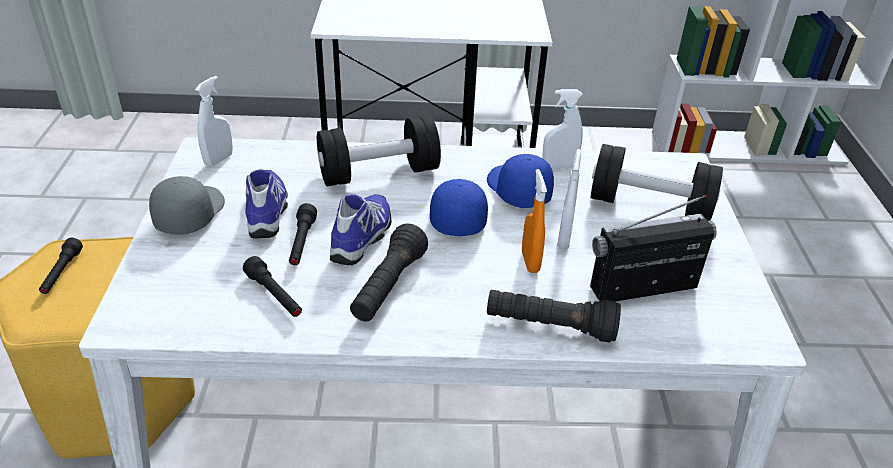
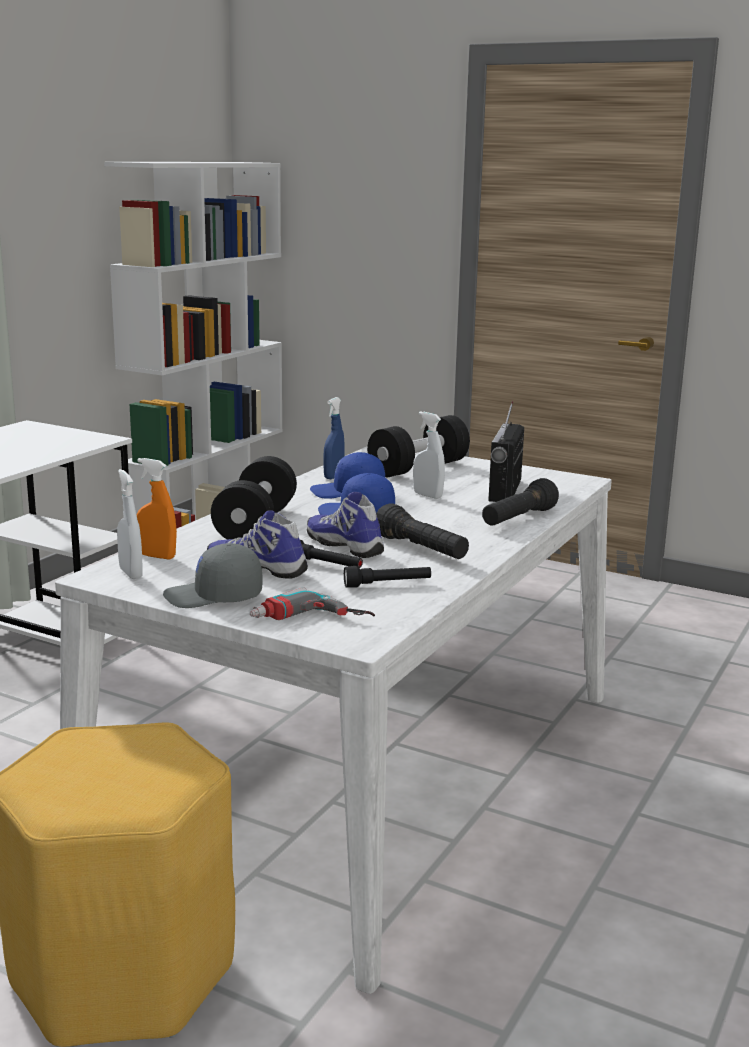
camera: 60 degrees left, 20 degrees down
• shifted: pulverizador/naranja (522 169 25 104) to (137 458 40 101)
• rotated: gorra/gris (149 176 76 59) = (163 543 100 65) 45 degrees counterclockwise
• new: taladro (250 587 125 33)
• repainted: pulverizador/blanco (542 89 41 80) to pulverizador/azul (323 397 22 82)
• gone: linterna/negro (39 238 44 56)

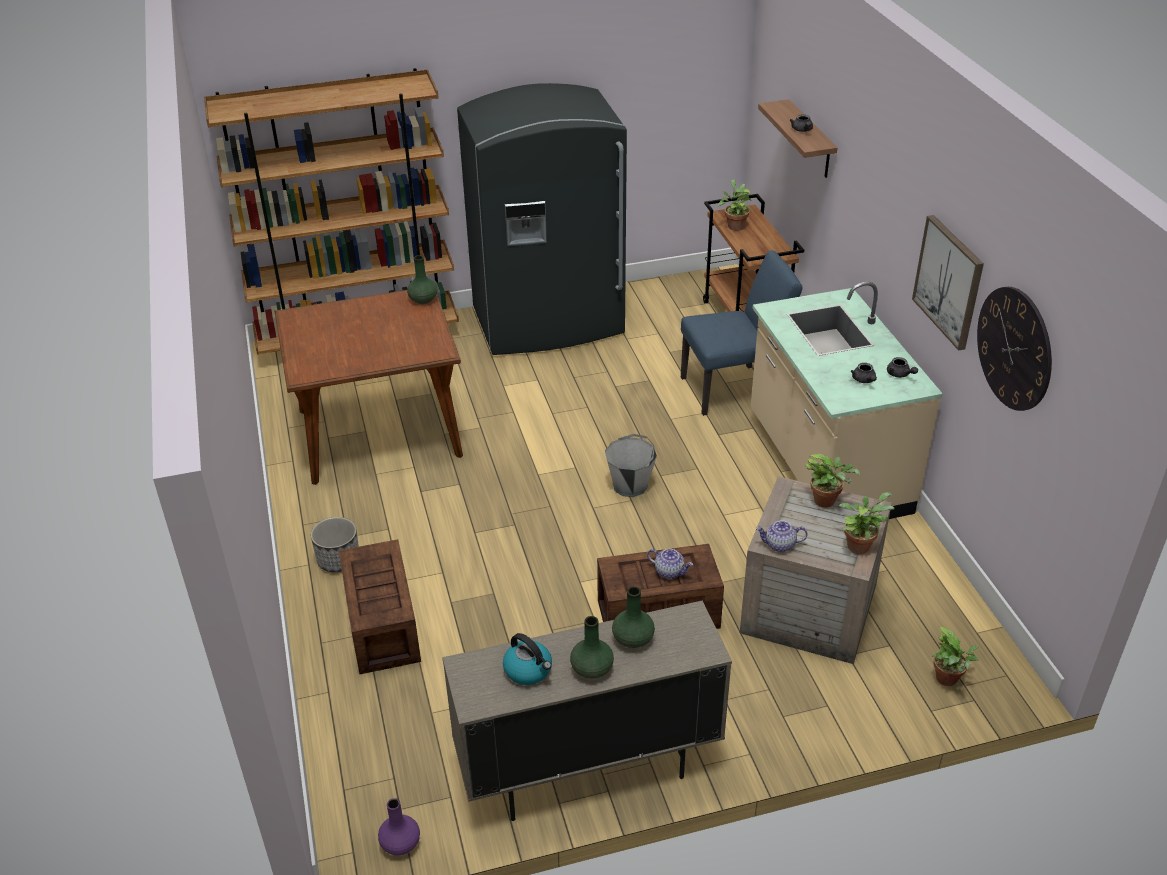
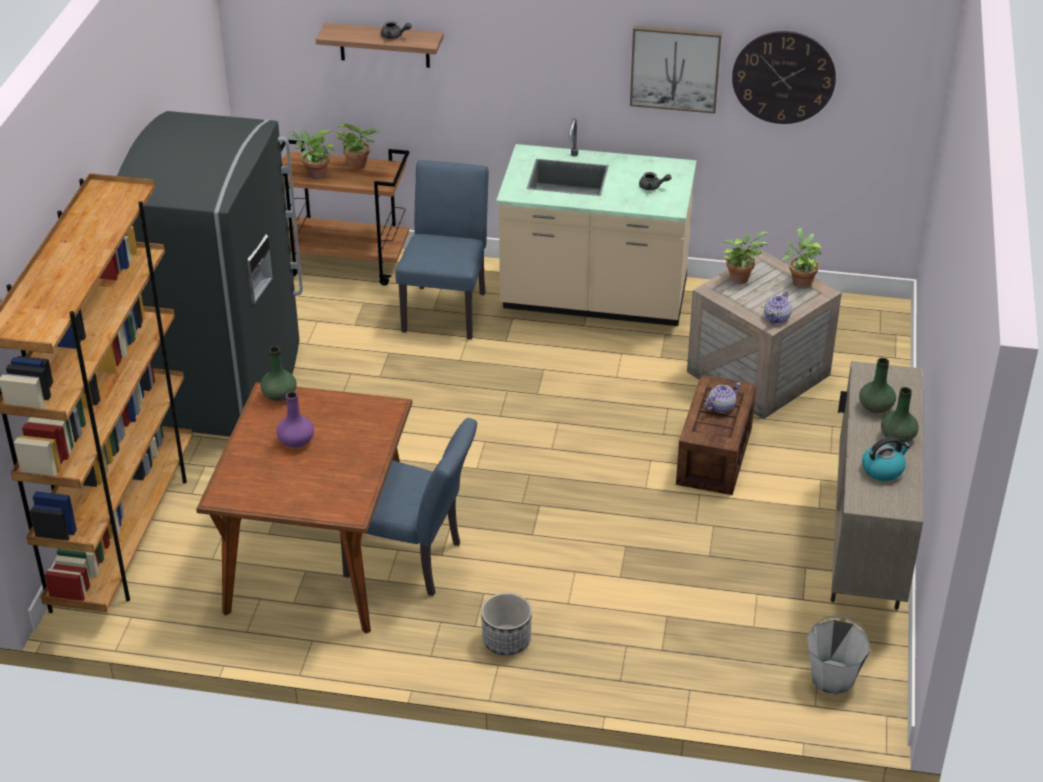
camera: 65 degrees left, 0 degrees up
• shifted: florero/morado (378 798 42 57) to (277 392 37 56)
• shifted: planta en maceta (932 626 47 60) to (336 123 44 47)
• new: silla/azul (340 418 137 178)
• shifted: cubo/gris (605 434 52 63) to (807 616 63 79)
• gone: caja de embalaje (339 539 82 135)
• gone: tetera/gris (887 357 31 21)

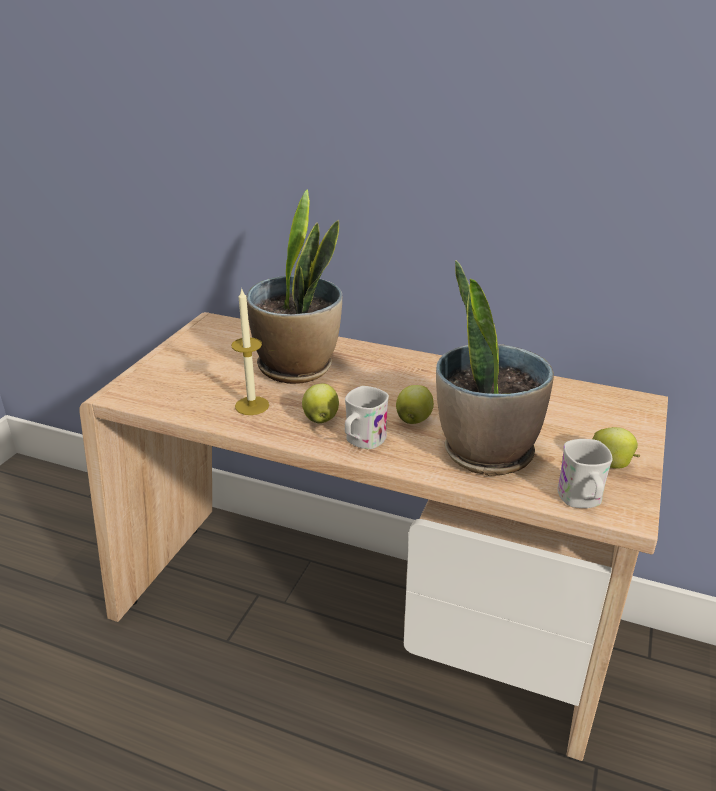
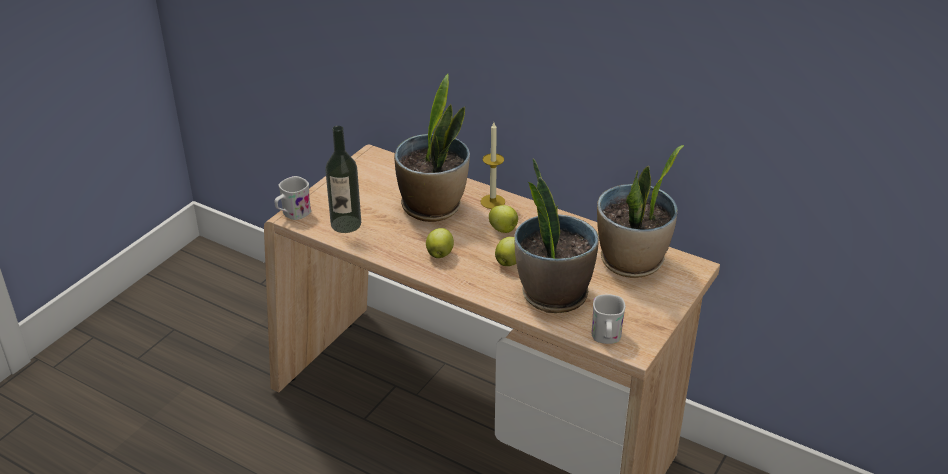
camera: 10 degrees right, 5 degrees up
• shifted: taza grande/blanco (345 386 44 63) to (274 176 37 44)
• new: botella (325 126 36 107)
• shifted: vela (231 287 38 128) to (481 122 24 87)
• shifted: manzana (593 427 47 42) to (489 205 29 28)
• new: planta en maceta (597 145 87 133)

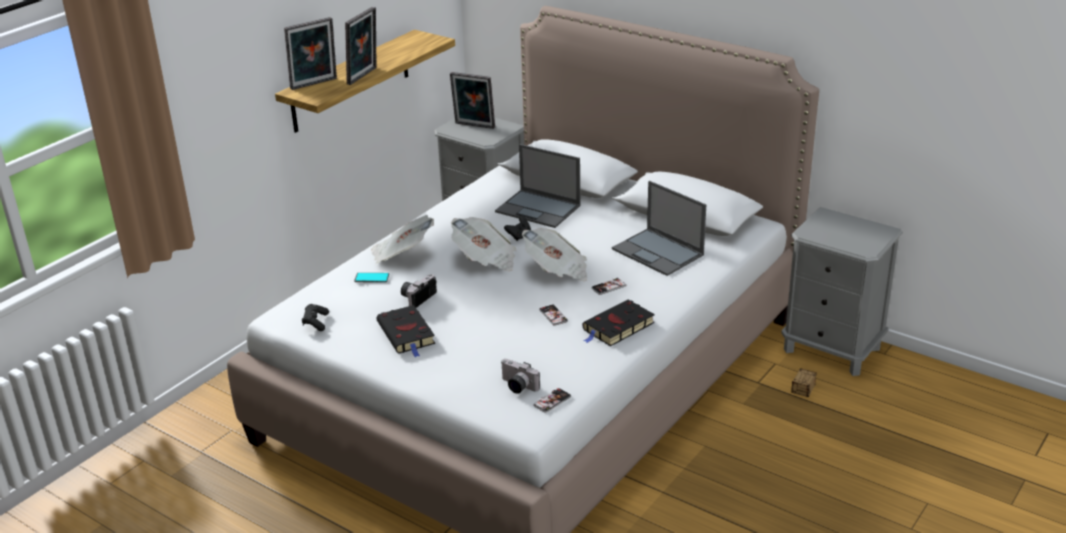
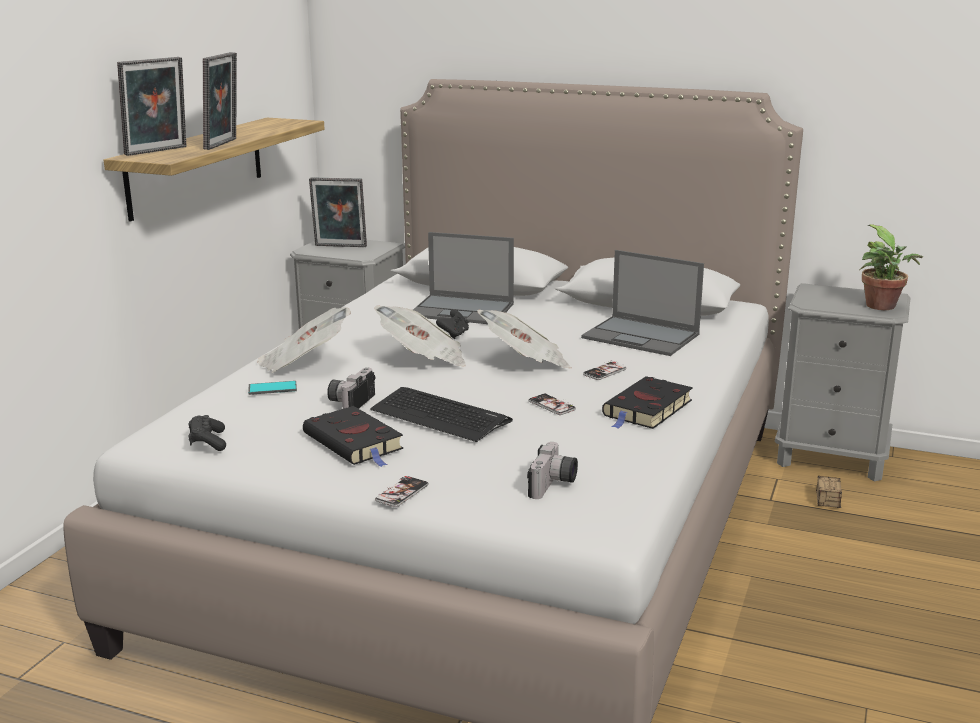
camera: 15 degrees left, 10 degrees down
• new: teclado (370 387 143 55)
• shifted: móvil (533 388 38 25) to (375 476 54 31)
• rotated: cámara (501 359 39 35) = (527 442 51 57) 90 degrees counterclockwise
• new: planta en maceta (859 224 64 86)

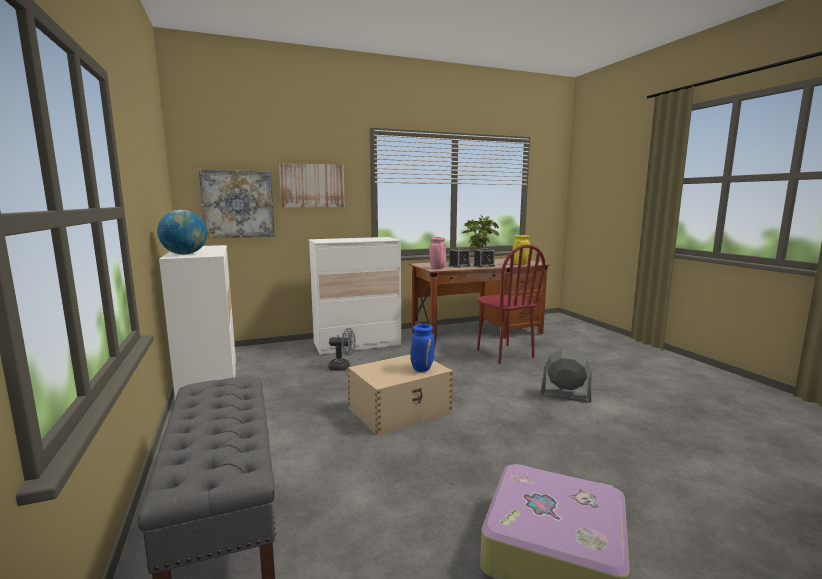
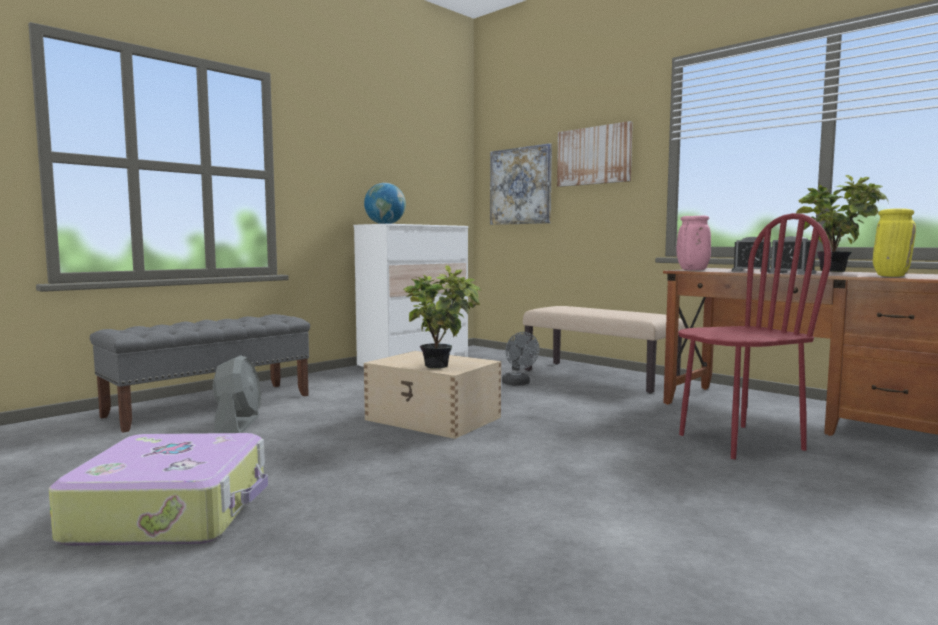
camera: 65 degrees right, 5 degrees down
• shifted: ventilador/gris (540 349 52 54) to (212 355 49 78)
• swapped: florero/azul (411 324 24 48) to planta en maceta (403 265 78 104)
• swapped: cómoda/blanco (309 237 92 119) to banco/beis (523 306 162 88)
• rotated: silla/rojo (477 244 69 120) = (678 213 154 246) 150 degrees counterclockwise

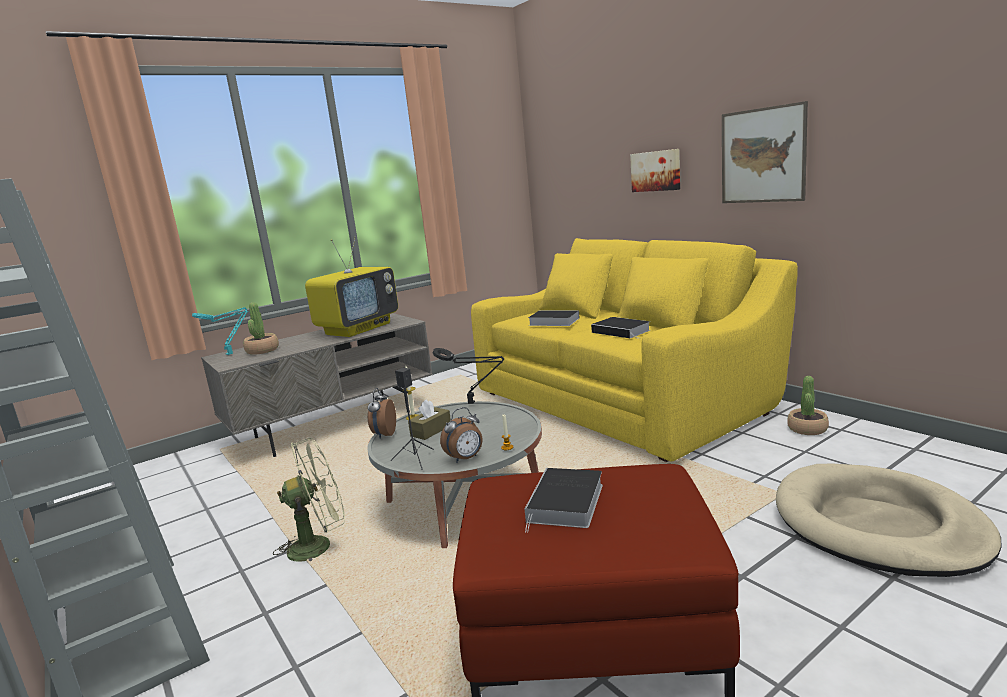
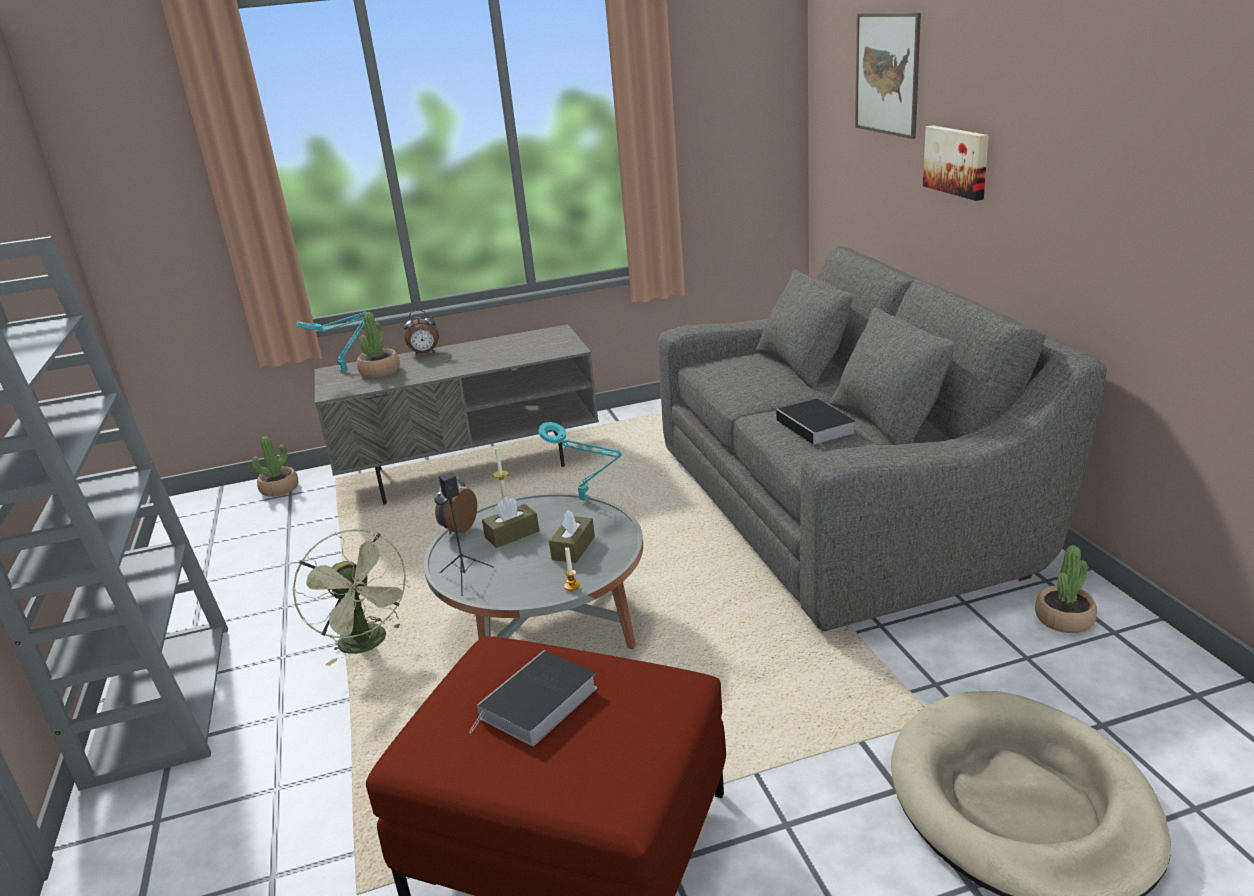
camera: 20 degrees right, 10 degrees up
• new: planta en maceta (252 436 46 61)
• rotated: ventilador/verde (273 438 72 123) = (292 529 119 137) 60 degrees clockwise
• shifted: despertador (440 407 42 56) to (403 310 36 46)
• repainted: lámpara de mesa/negro (433 348 71 56) to lámpara de mesa/turquesa (538 422 84 79)
• new: caja de pañuelos/marrón (549 510 46 53)
• repainted: sofá/amarillo (471 238 327 224) to sofá/gris (658 245 449 386)
• shifted: cuadro (722 101 86 102) to (855 13 66 126)
• gone: televisor (305 236 93 101)
• gone: libro (528 311 51 15)

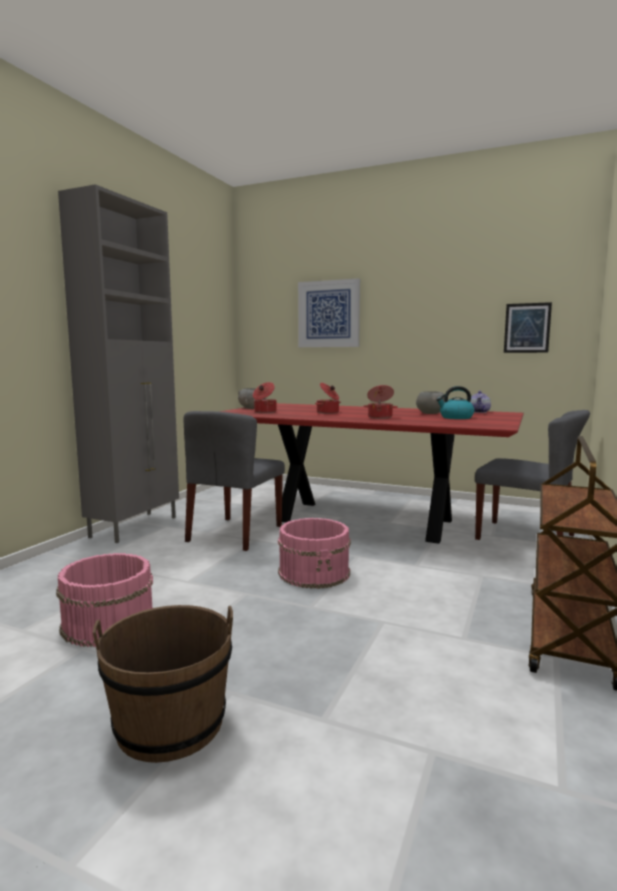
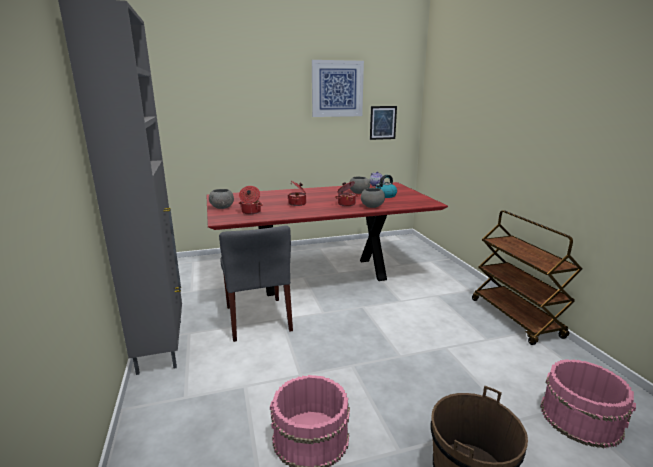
camera: 40 degrees left, 10 degrees up
• shifted: cuadro (298 278 62 69) to (312 60 52 57)
• new: cuenco/gris (361 188 24 20)
• shifted: cubo/rosa (278 518 73 71) to (540 359 96 89)
• gone: silla/gris (475 410 115 130)

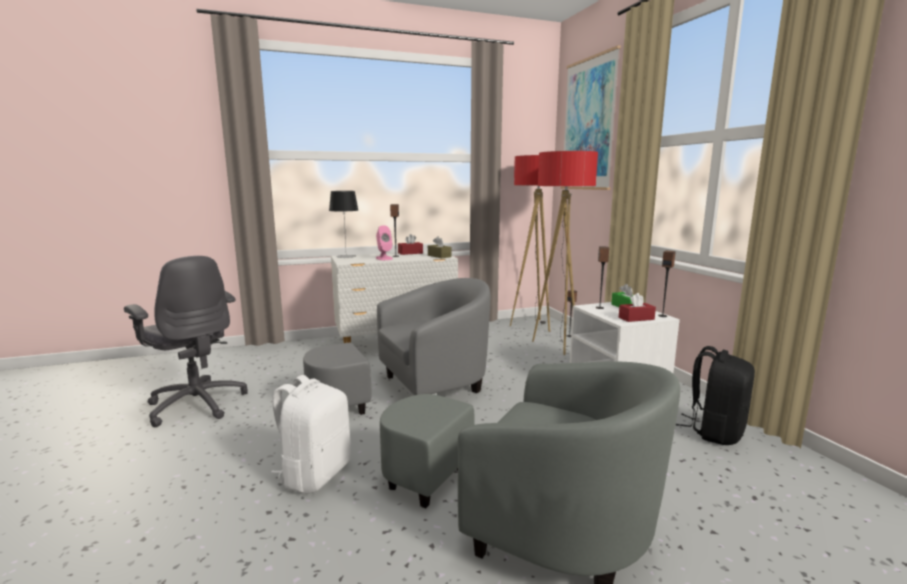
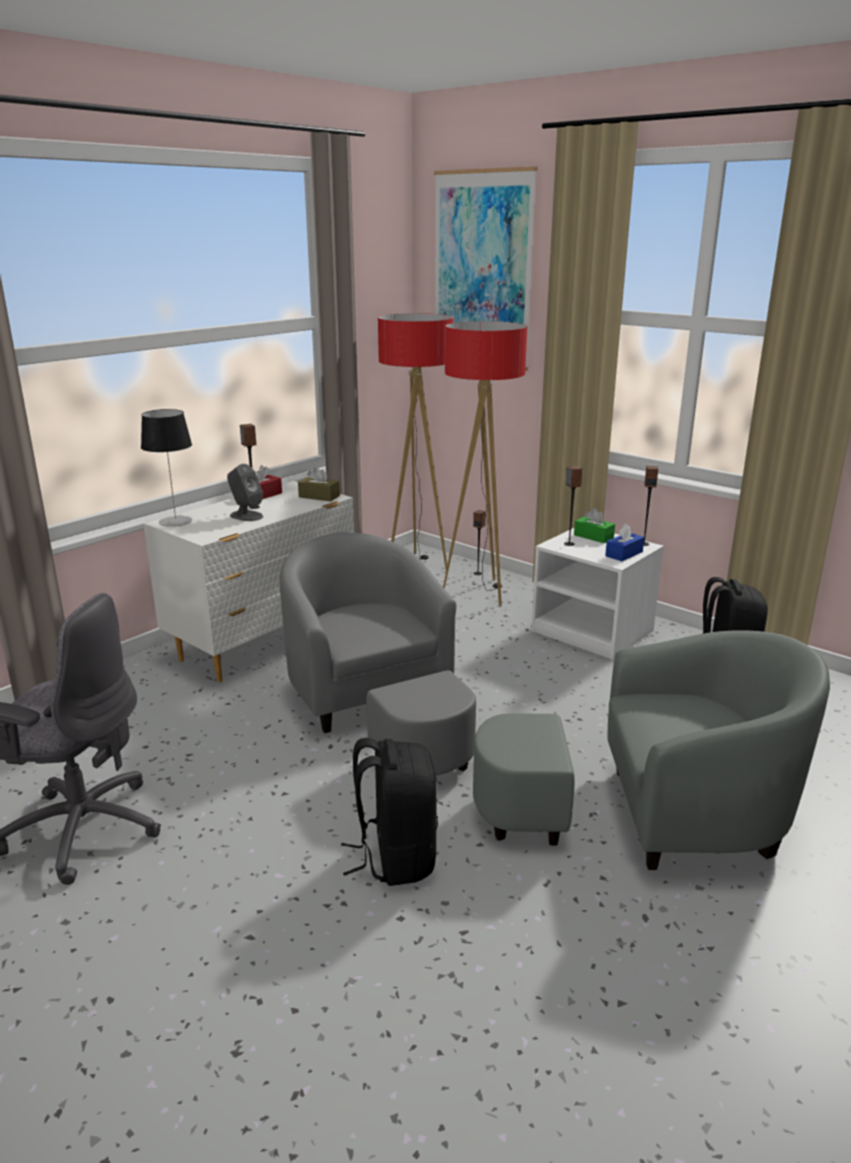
camera: 30 degrees left, 10 degrees up
• repainted: altavoz/rosa (376 225 17 35) to altavoz/gris (227 464 36 57)
• rotated: sillón/gris (303 278 187 137) = (280 532 196 243) 60 degrees counterclockwise
• repainted: mochila/blanco (271 375 80 119) to mochila/negro (341 738 97 148)
• repainted: caja de pañuelos/rojo (619 293 37 29) to caja de pañuelos/azul (605 524 39 37)

